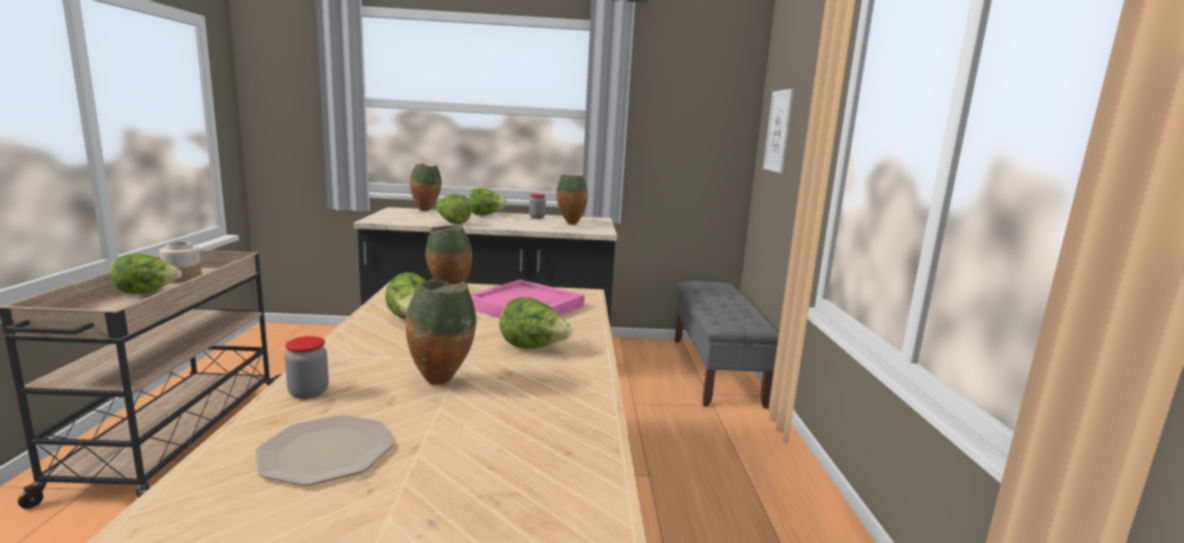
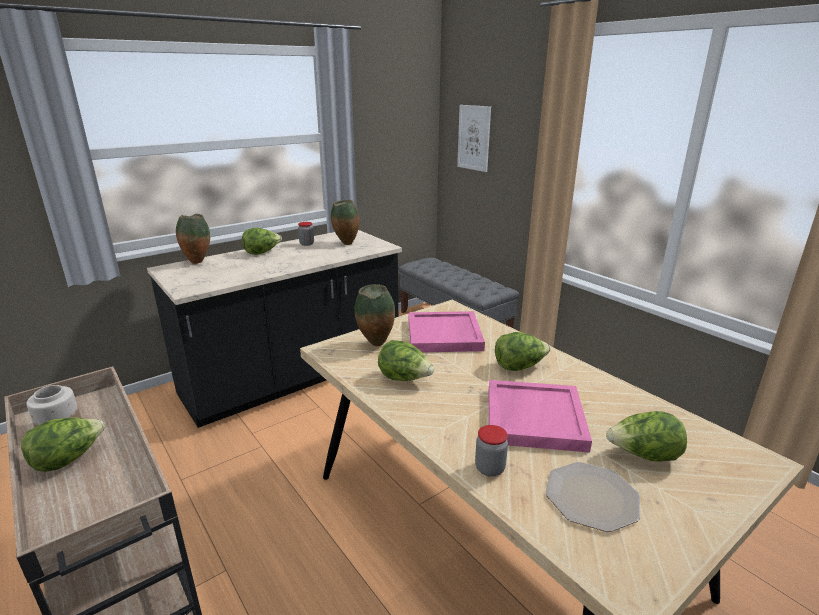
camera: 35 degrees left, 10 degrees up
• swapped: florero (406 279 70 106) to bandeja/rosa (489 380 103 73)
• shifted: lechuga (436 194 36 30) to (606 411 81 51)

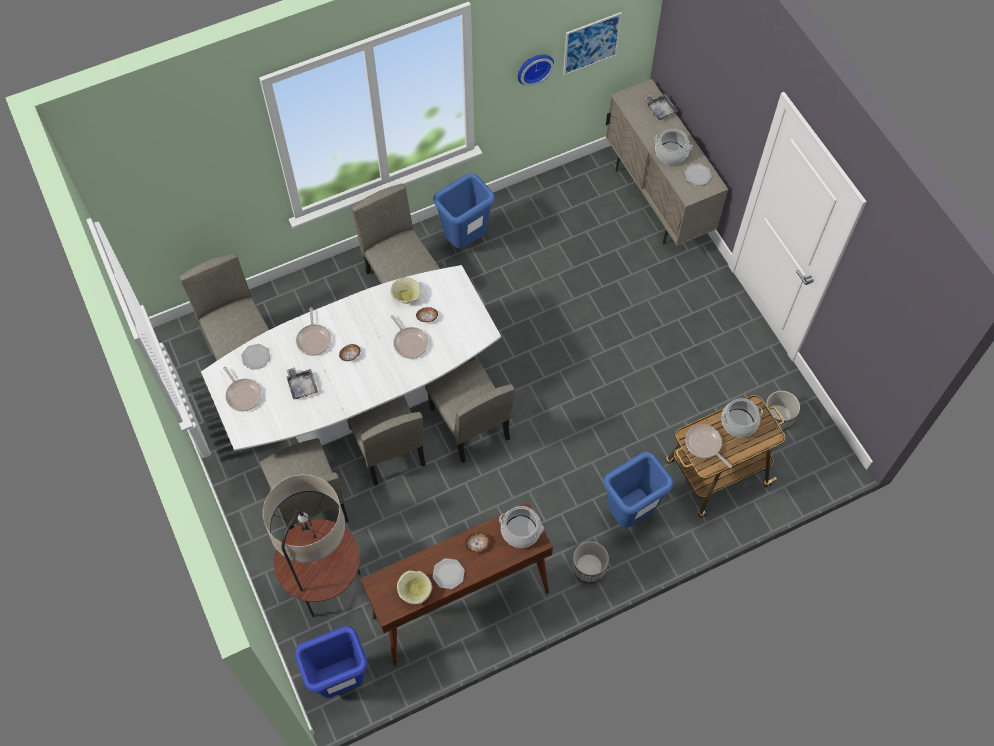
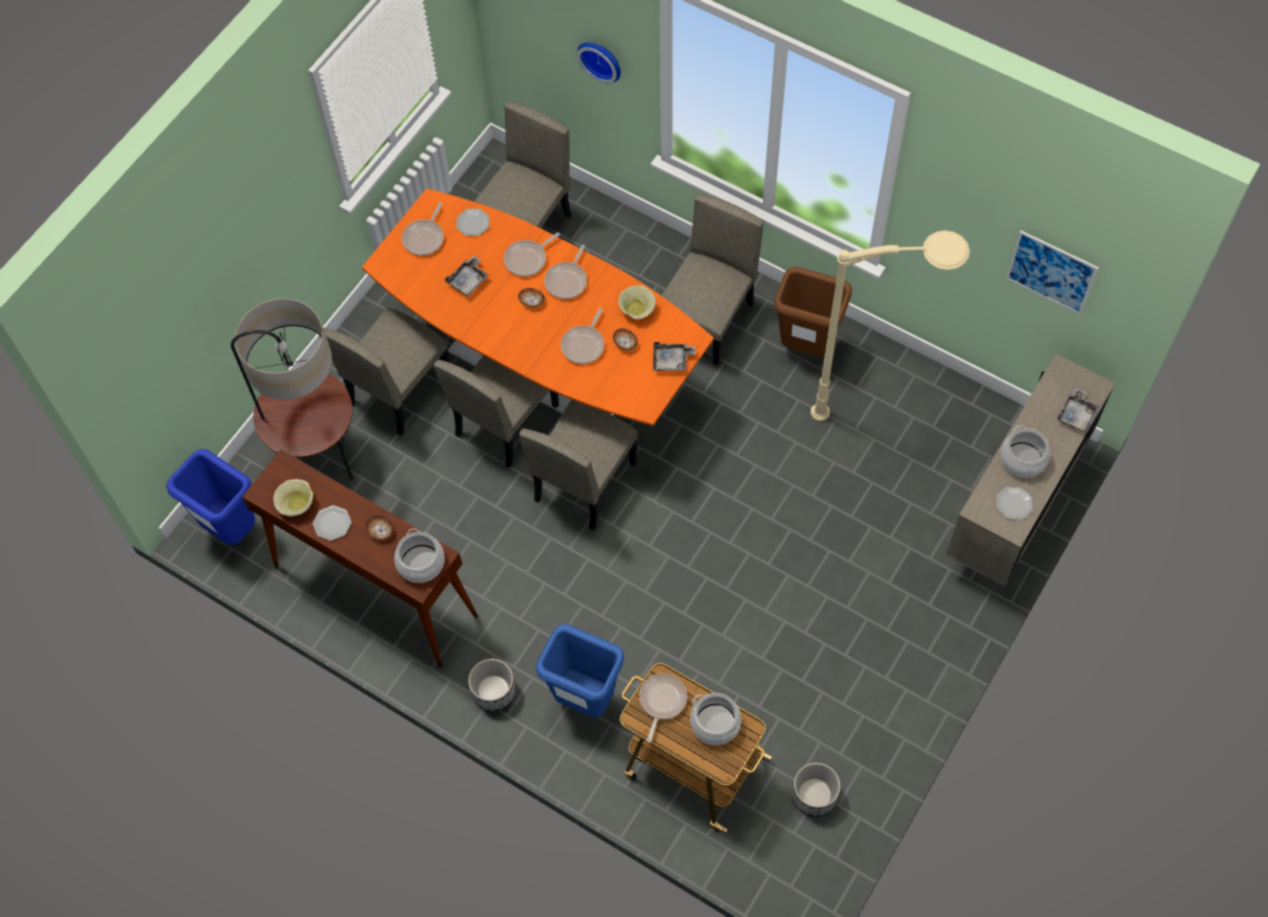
camera: 60 degrees right, 0 degrees up
• repainted: mesa de comedor/blanco (201 265 300 186) to mesa de comedor/naranja (362 188 352 238)
• new: sartén (544 245 43 54)
• shifted: reloj de pared (518 55 36 31) to (577 42 44 41)
• new: bandeja/gris (653 342 42 29)
• repainted: papelera/azul (433 173 62 76) to papelera/marrón (774 266 78 91)
• new: lámpara de pie/beis (810 230 160 191)

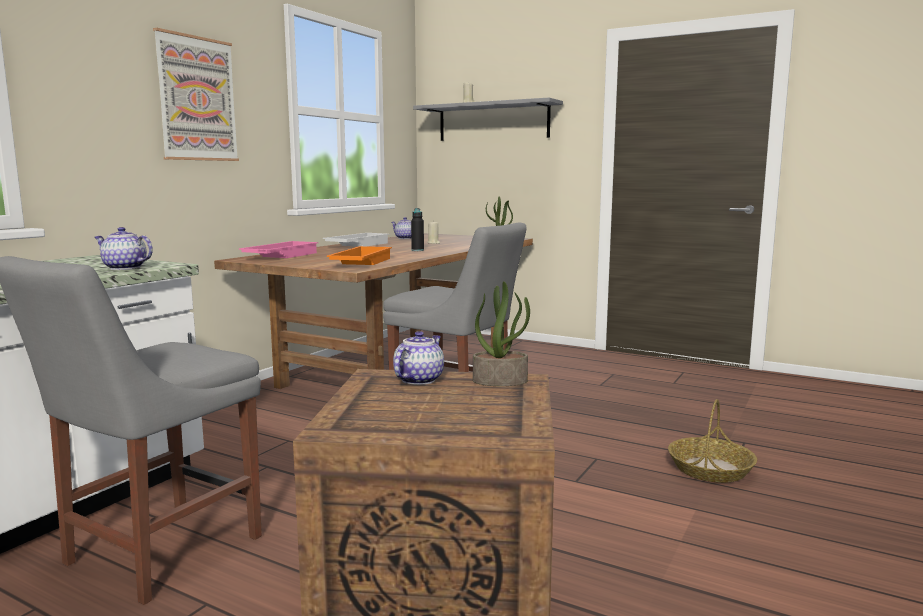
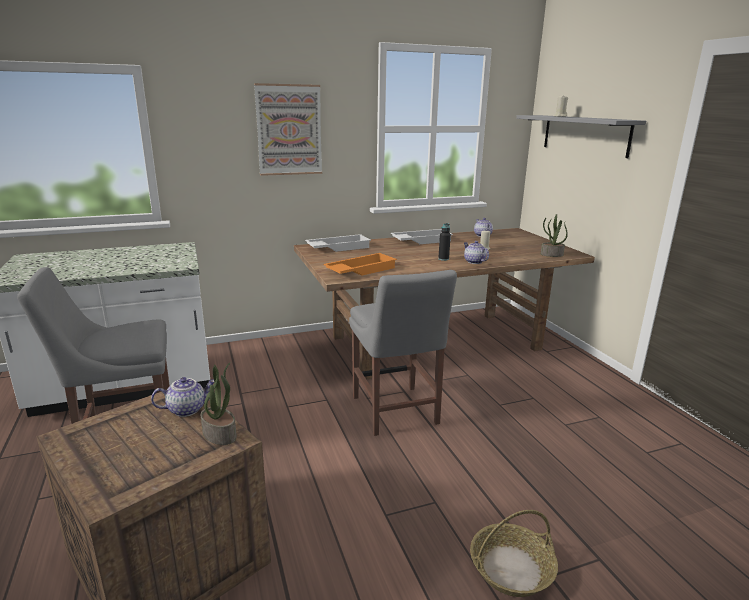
camera: 40 degrees right, 10 degrees up
• repainted: bandeja/rosa (239 241 80 17) to bandeja/blanco (305 234 66 18)
• shifted: tetera (95 227 58 43) to (464 241 25 23)

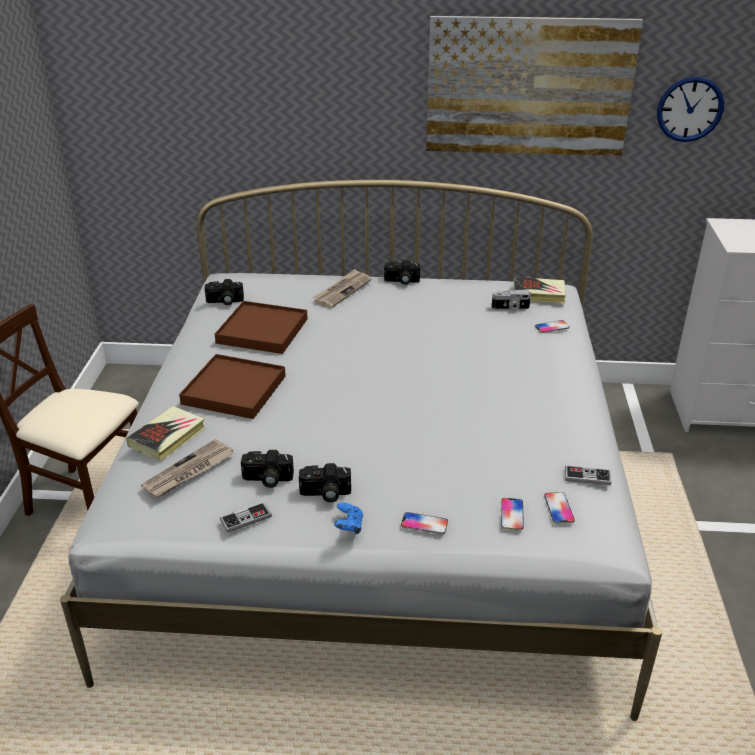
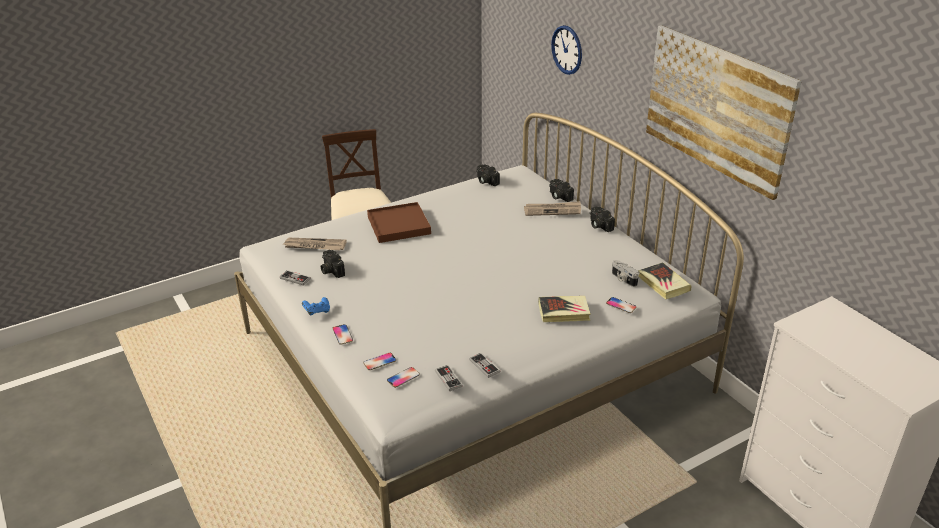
camera: 55 degrees right, 0 degrees up
• new: mando de consola (469 353 32 25)
• shifted: libro (126 406 80 55) to (538 296 53 26)
• shifted: cámara (299 463 52 39) to (549 179 25 23)
• shifted: reloj de pared (657 76 67 66) to (551 25 31 50)
• gone: bandeja/marrón (215 301 93 53)

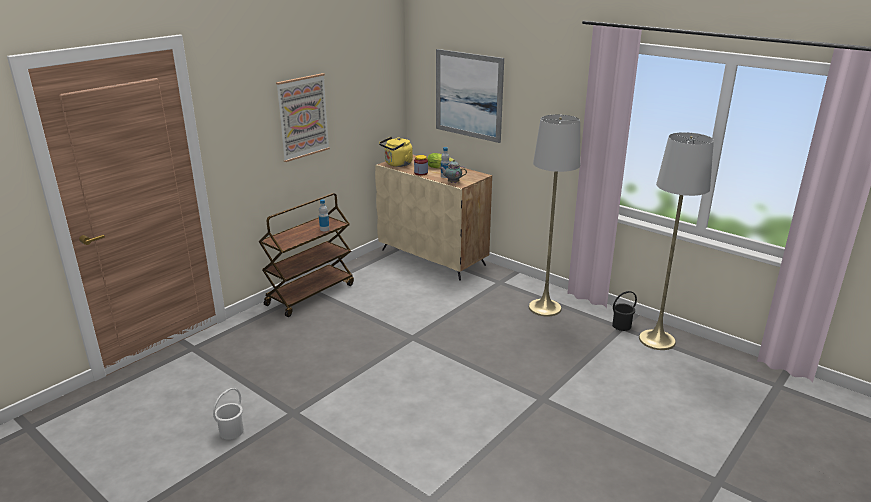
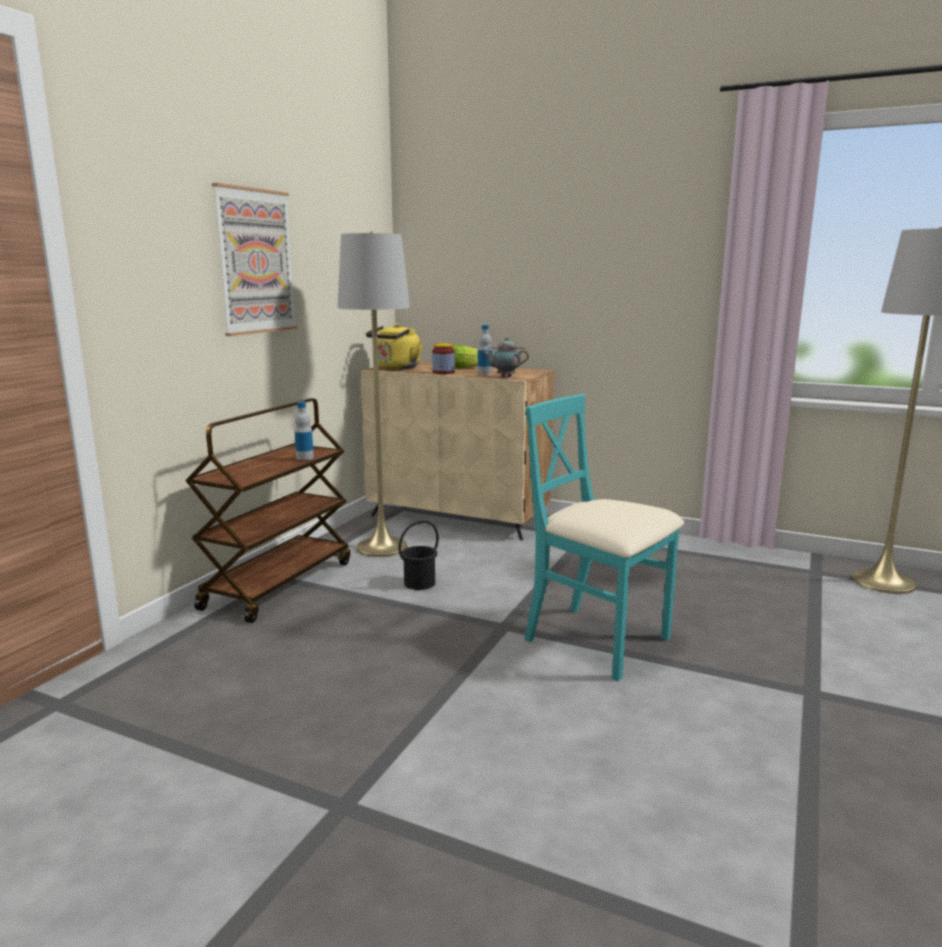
camera: 15 degrees left, 10 degrees down
• shifted: lámpara de pie/gris (529 115 51 202) to (337 232 73 325)
• shifted: cubo/negro (612 291 25 40) to (398 521 41 69)
• new: silla/turquesa (524 394 160 288)
• gone: cubo/blanco (213 388 31 52)
• gone: cuadro (436 49 68 94)

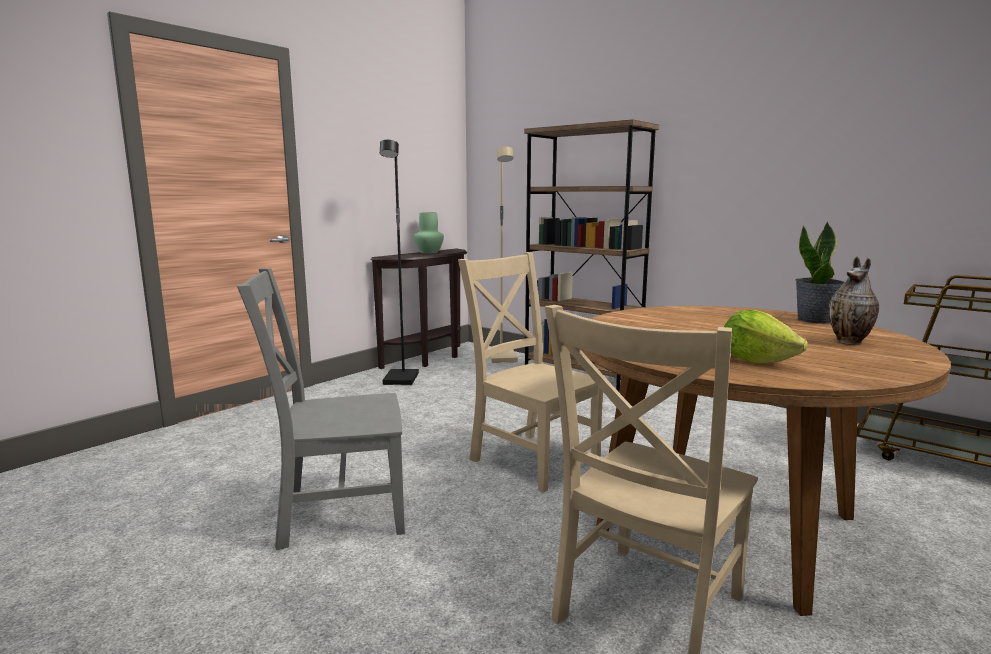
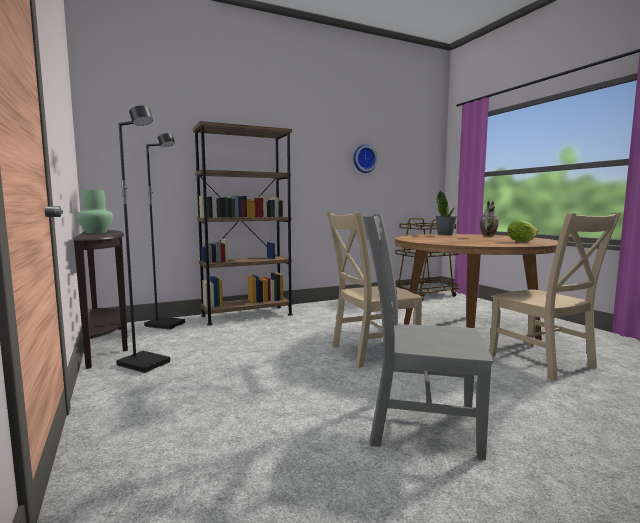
camera: 65 degrees left, 5 degrees down
• repainted: lámpara de pie/beis (490 146 28 217) to lámpara de pie/negro (144 133 41 197)
• new: reloj de pared (353 145 25 28)
• rotated: silla/gris (237 268 168 282) = (363 214 130 246) 90 degrees clockwise

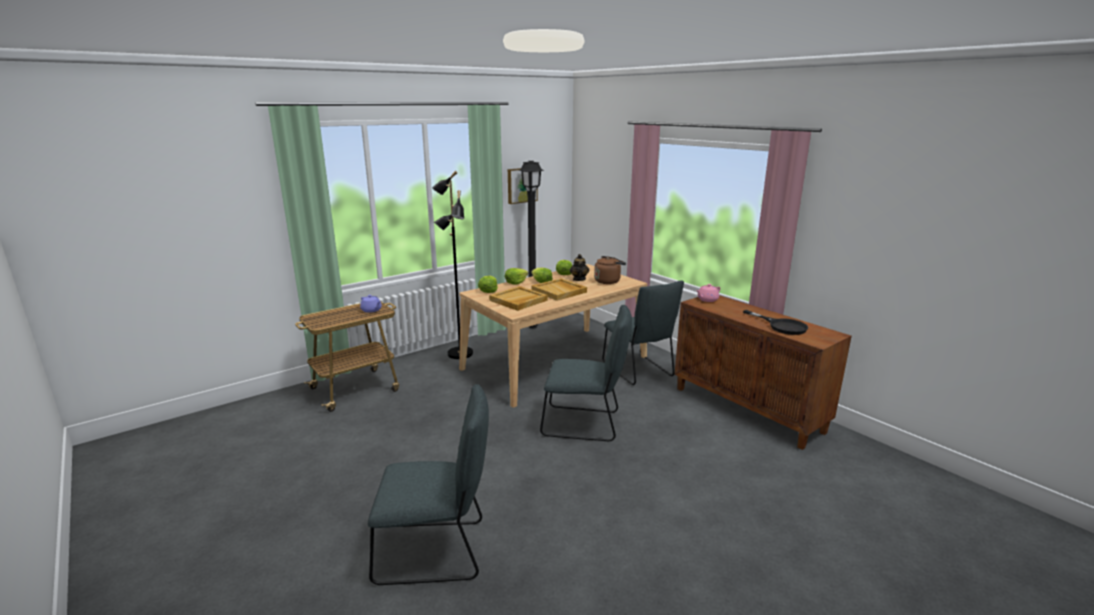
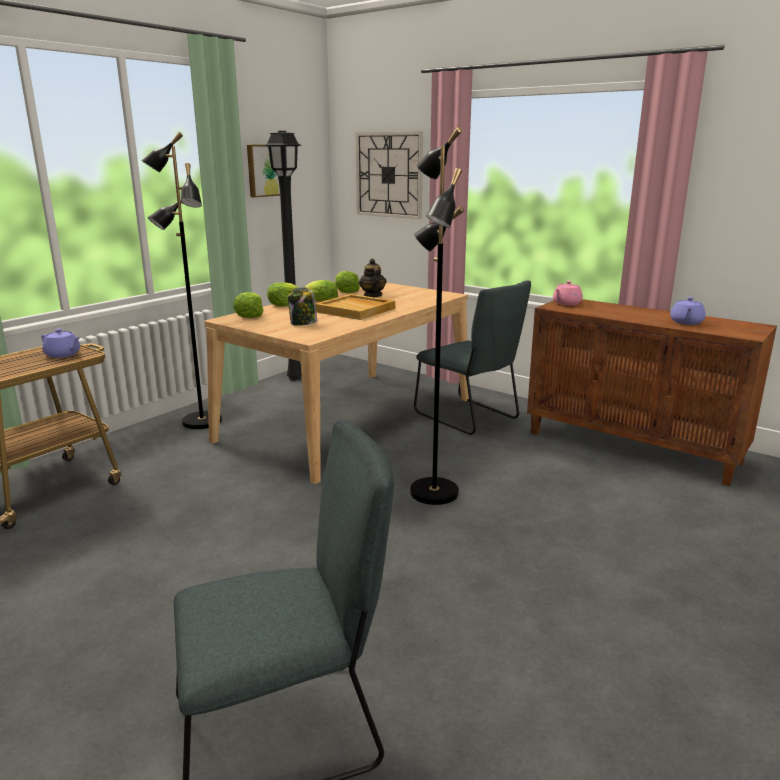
camera: 15 degrees left, 0 degrees up
• swapped: bandeja/beis (489 286 59 25) to tarro (288 288 29 38)
• new: reloj de pared (356 132 67 87)
• swapped: silla/gris (540 305 92 136) to lámpara de pie/negro (410 127 54 378)
• swapped: sartén/negro (743 310 65 25) to tetera/morado (670 297 36 28)
• gone: hervidor/marrón (594 256 32 28)

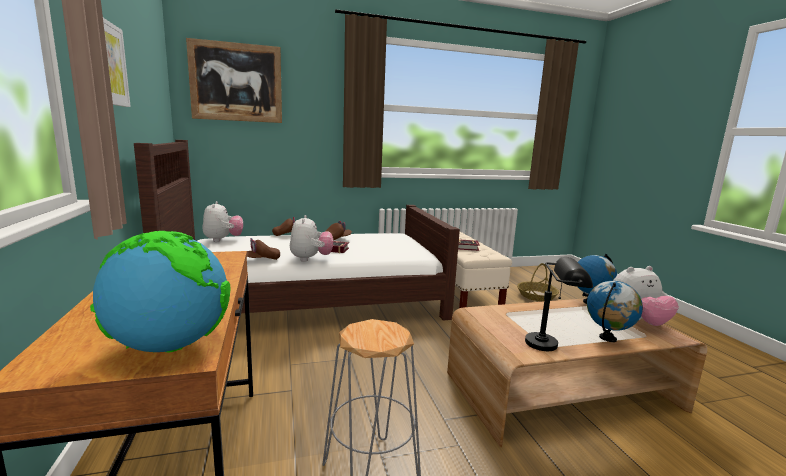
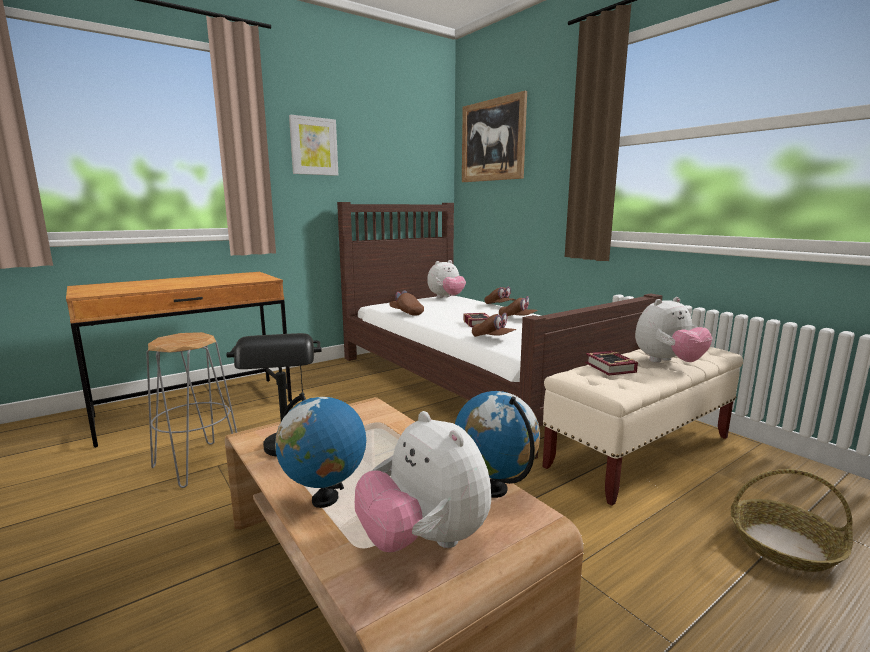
camera: 70 degrees right, 0 degrees up
• new: gorra/marrón (472 313 44 24)
• shifted: peluche (290 215 43 47) to (635 297 77 66)
• gone: globo terráqueo (90 231 140 122)

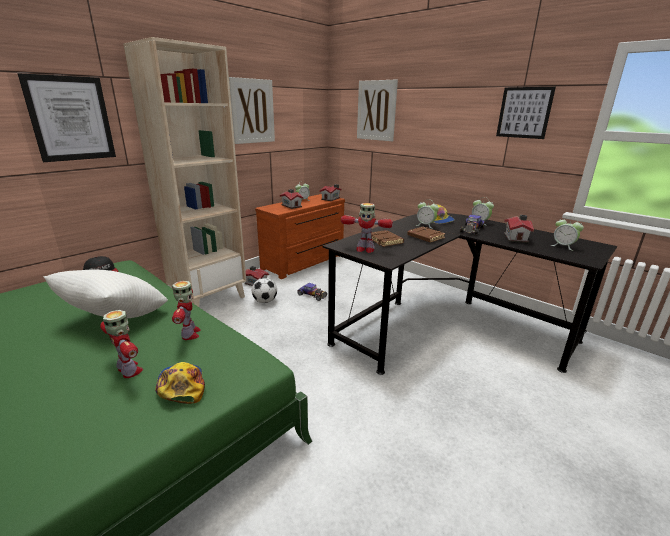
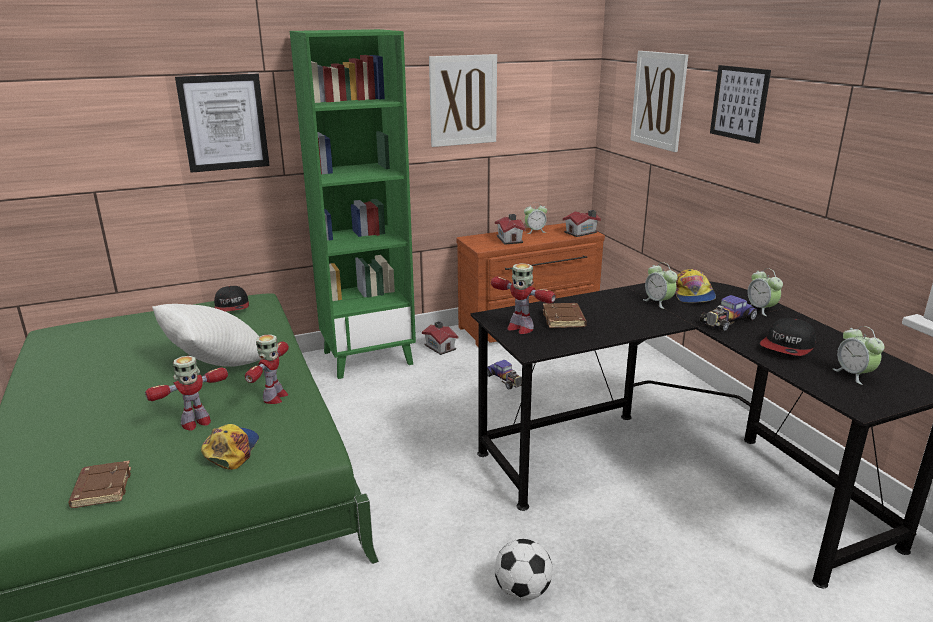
camera: 25 degrees right, 0 degrees up
• shifted: libro/marrón (407 227 39 15) to (68 460 63 48)
• rotated: robot de juguete (100 310 43 68) = (145 356 83 75) 75 degrees clockwise
• repainted: estantería/beis (123 37 123 270) to estantería/verde (290 29 126 350)
• shifted: balón de fútbol (252 278 25 25) to (495 539 58 62)
• shifted: cuadro (496 87 60 52) to (710 65 61 79)
• swapped: casita (504 215 30 28) to gorra (760 318 56 38)

